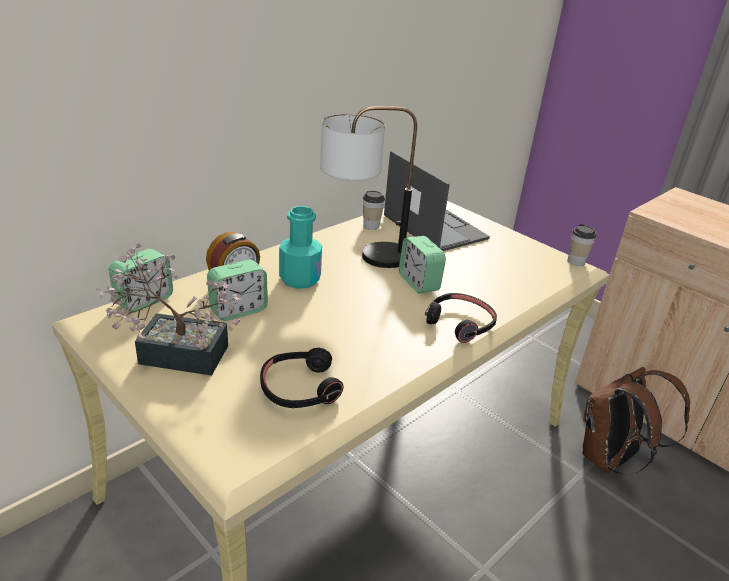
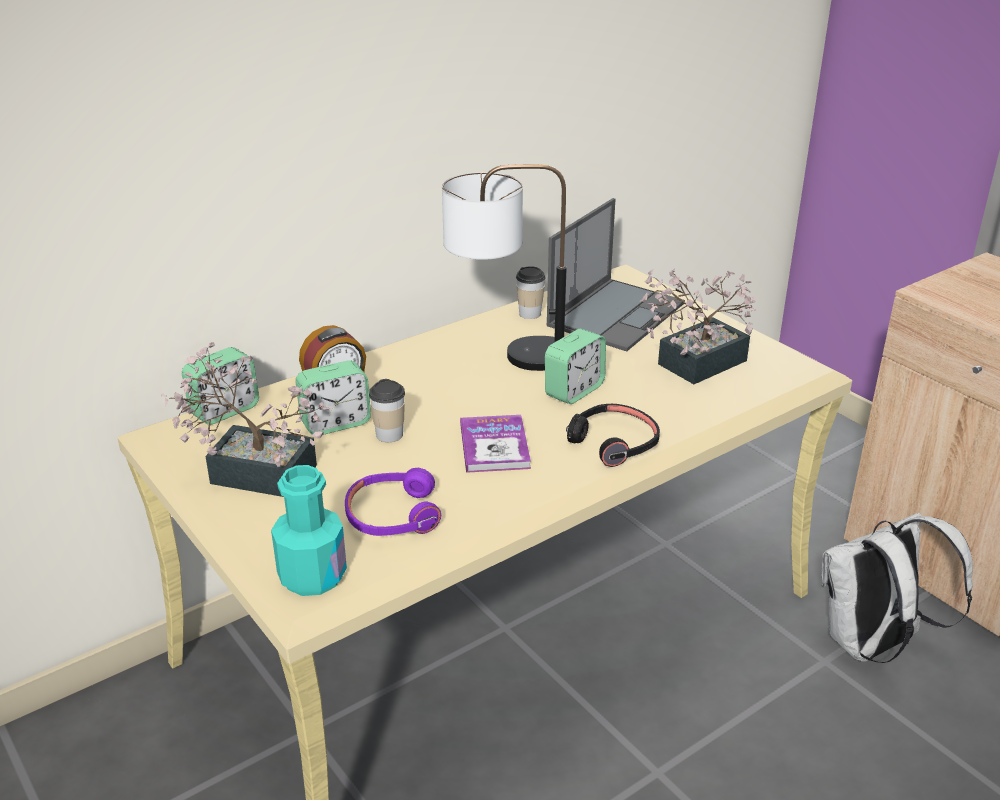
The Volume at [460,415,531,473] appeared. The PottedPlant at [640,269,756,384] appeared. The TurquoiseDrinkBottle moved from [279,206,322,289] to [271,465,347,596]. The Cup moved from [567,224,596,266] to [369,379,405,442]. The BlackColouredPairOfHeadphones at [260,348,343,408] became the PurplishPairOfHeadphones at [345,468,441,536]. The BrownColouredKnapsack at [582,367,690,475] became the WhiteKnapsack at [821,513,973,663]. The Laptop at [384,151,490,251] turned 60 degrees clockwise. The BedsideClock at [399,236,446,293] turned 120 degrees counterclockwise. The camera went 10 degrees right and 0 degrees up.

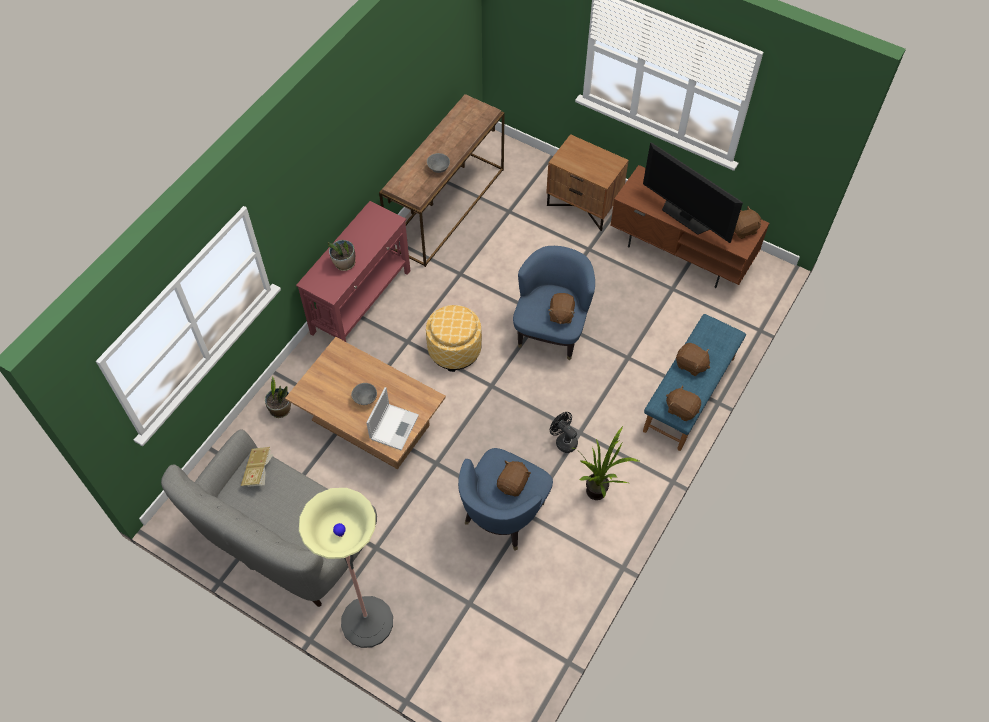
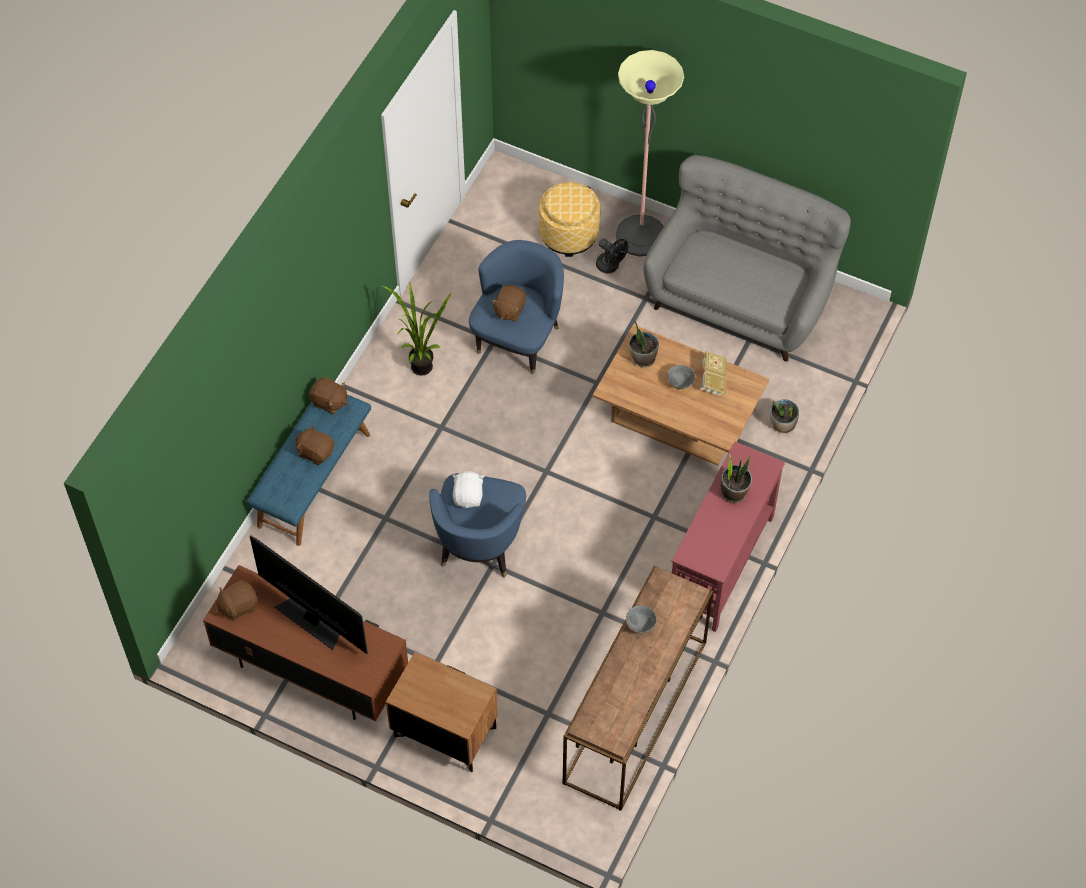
The Volume moved from [241,447,273,487] to [701,351,726,395]. The Pouffe moved from [426,305,482,372] to [539,182,600,257]. The BlackColouredElectricFan moved from [550,412,578,453] to [596,238,628,274]. The Laptop at [366,387,419,450] was replaced by the PottedPlant at [629,320,659,367]. The BrownColouredSoftToy at [549,293,575,324] became the WhiteSoftToy at [452,471,484,508]. The camera went 175 degrees right and 0 degrees up.

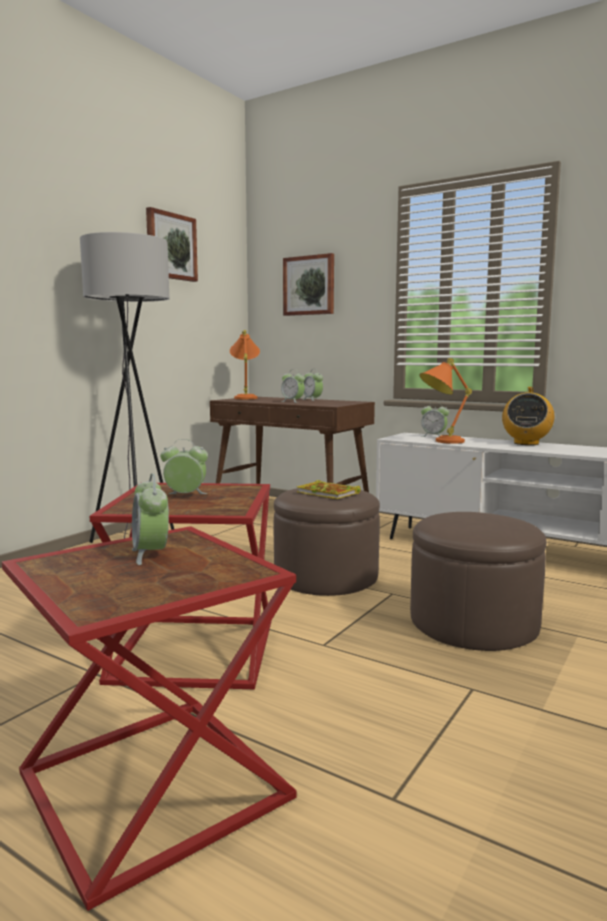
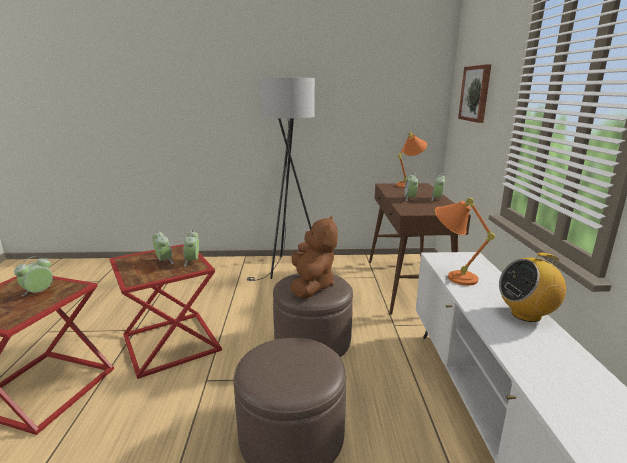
The Picture at [146,207,198,282] disappeared. The BedsideClock moved from [421,405,449,437] to [183,230,199,266]. The Volume at [297,480,361,499] was replaced by the BrownColouredSoftToy at [290,216,338,298]. The camera went 55 degrees right and 10 degrees up.

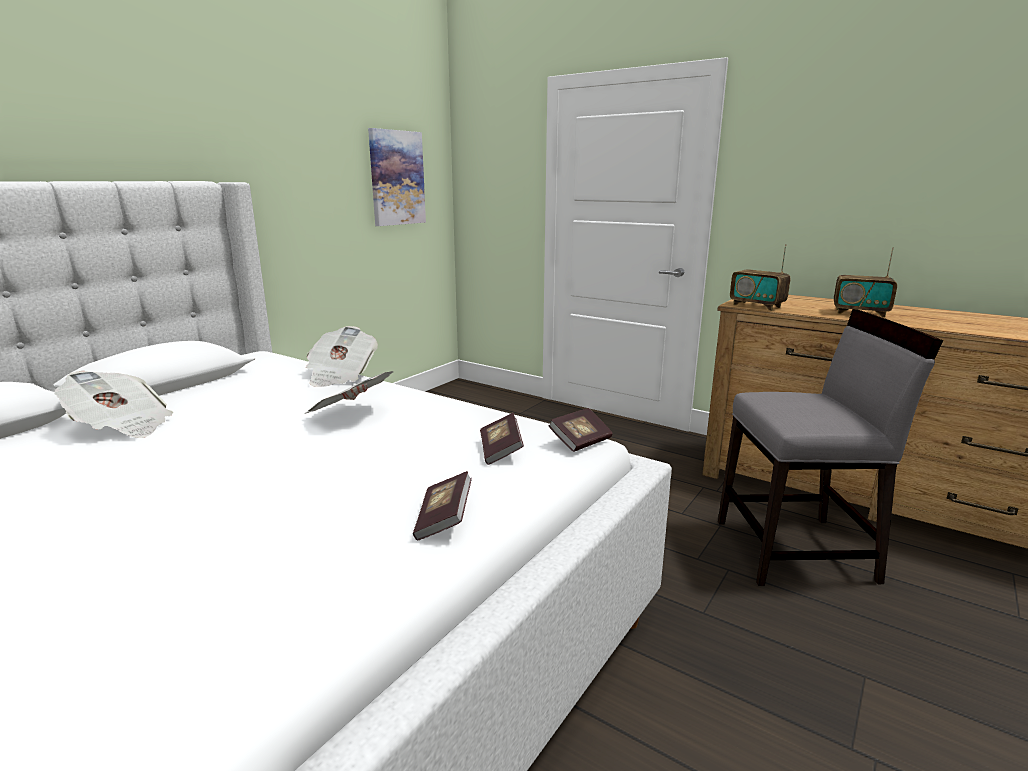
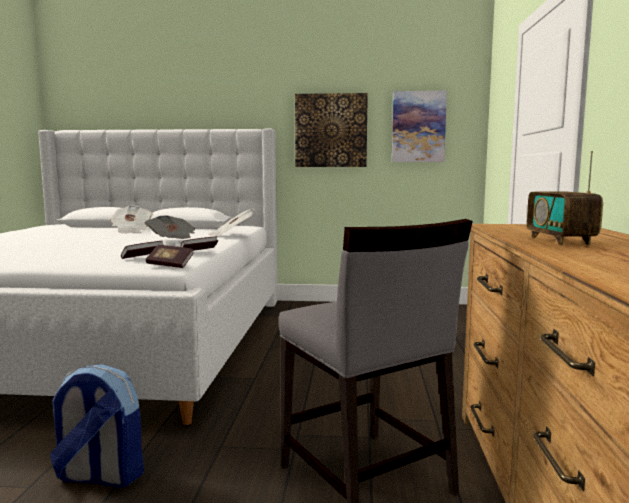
The Radio at [730,244,790,311] disappeared. The Knapsack at [50,364,144,488] appeared. The Picture at [295,93,368,167] appeared. The Volume moved from [413,471,472,540] to [180,236,218,251]. The camera went 60 degrees right and 10 degrees down.

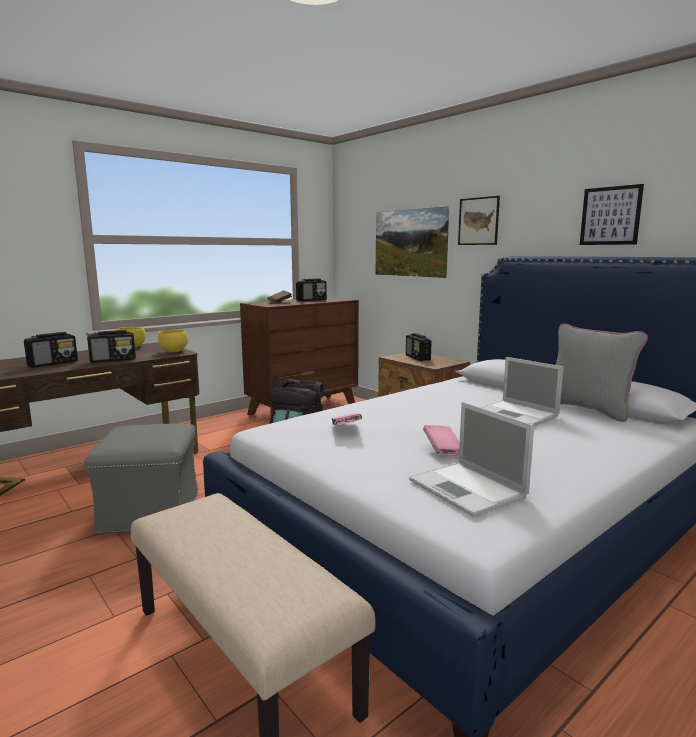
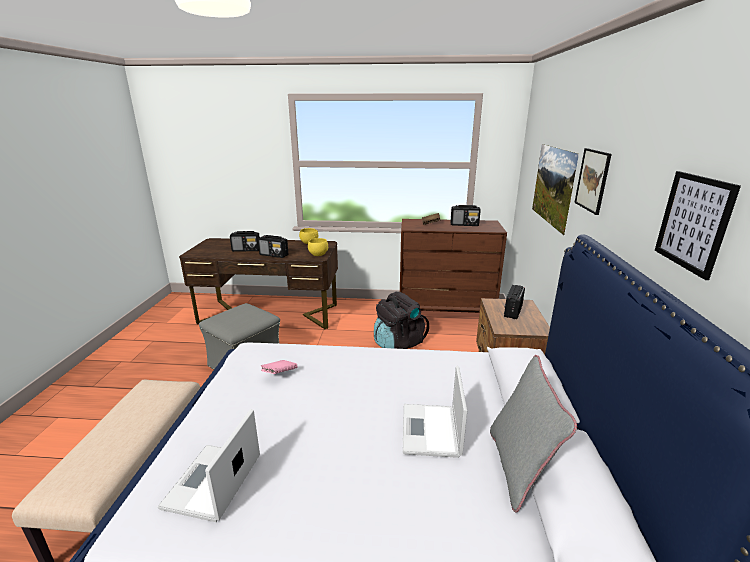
The PinkVolume at [423,425,460,456] disappeared. The camera went 45 degrees right and 10 degrees up.

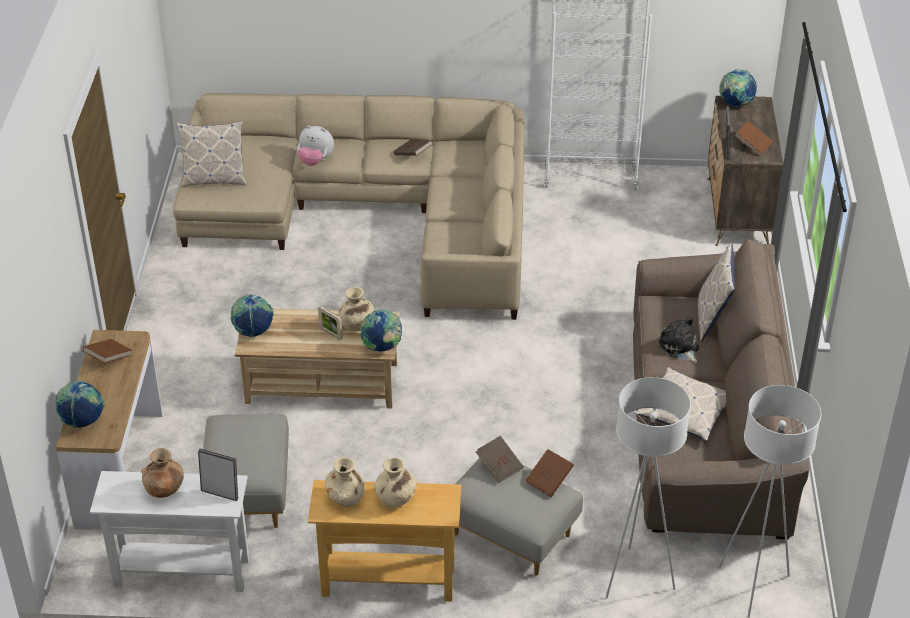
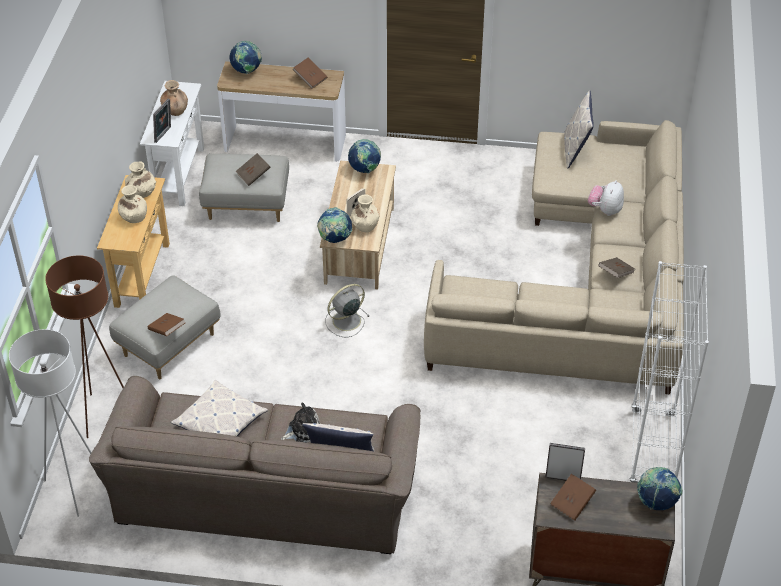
The GreyElectricFan at [325,284,369,338] appeared. The BrownColouredVolume moved from [476,436,524,483] to [235,153,271,186]. The WhiteStandingLamp at [605,377,691,599] became the BrownColouredStandingLamp at [45,255,124,438]. The camera went 95 degrees right and 5 degrees up.

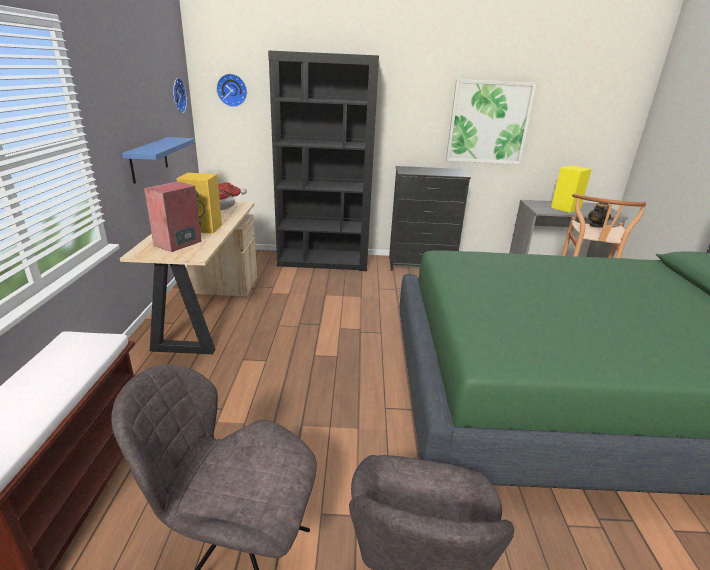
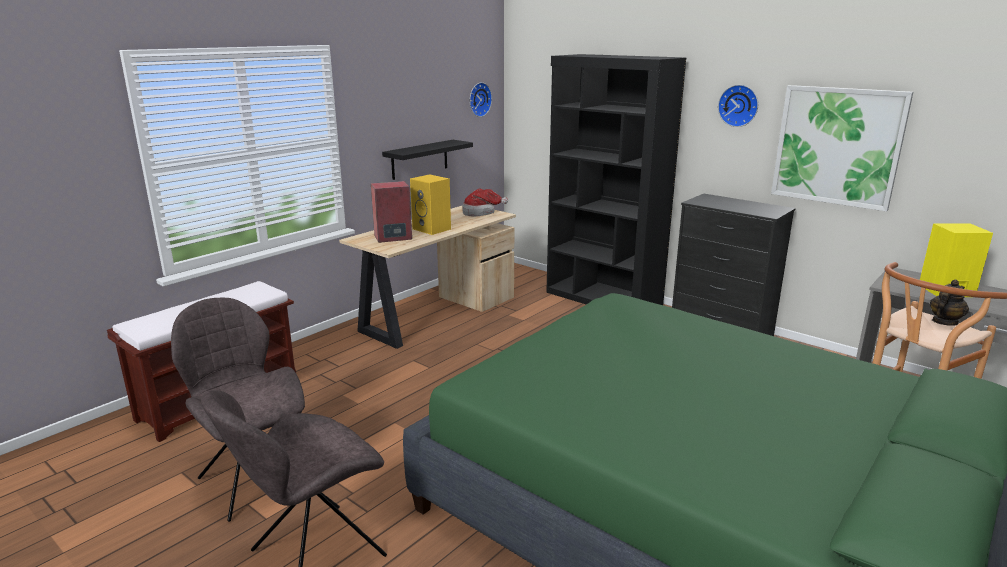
The ClockOnTheWall moved from [216,74,247,107] to [718,85,758,127]. The BluishShelf at [122,137,195,184] became the BlackColouredShelf at [382,140,473,180]. The camera went 40 degrees right and 5 degrees down.

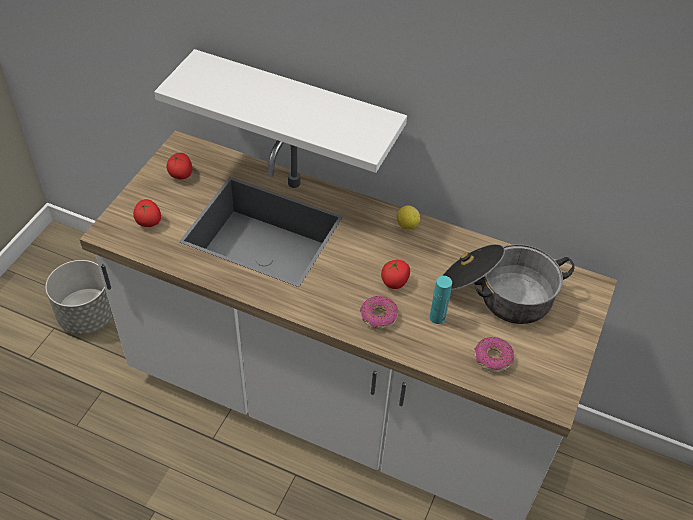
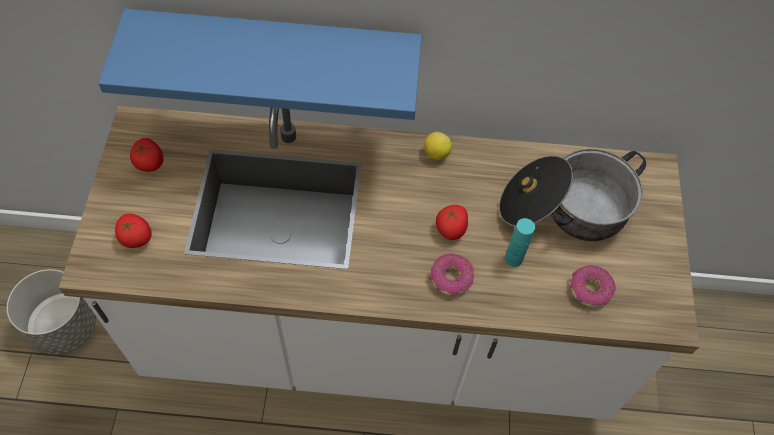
The WhiteShelf at [154,49,407,173] became the BluishShelf at [98,9,422,120]. The camera went 20 degrees left and 10 degrees up.

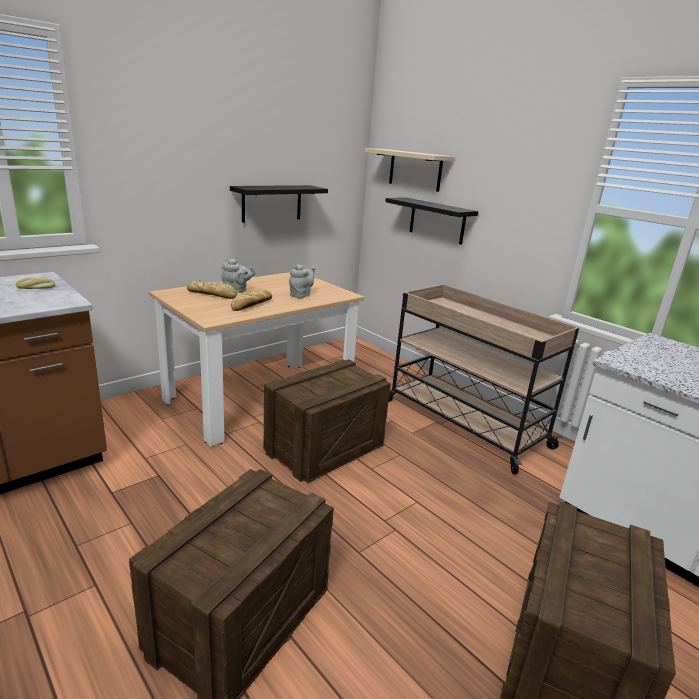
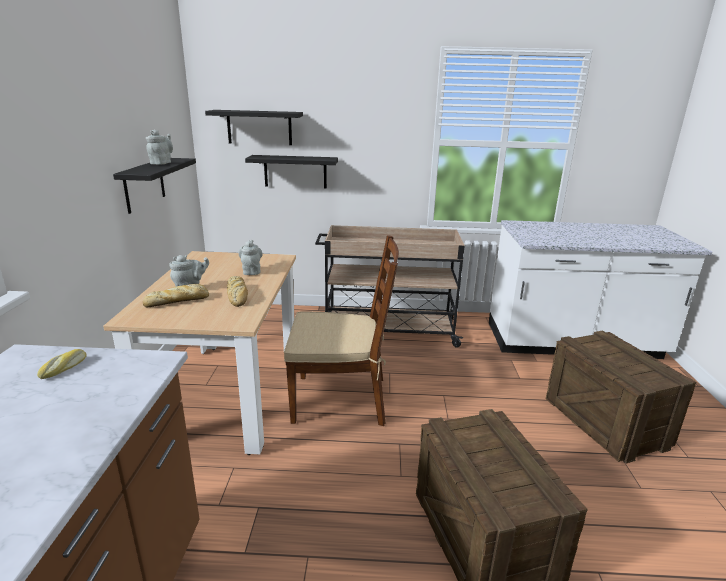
The GreyTeaPot at [146,130,173,165] appeared. The ShippingCrate at [263,359,391,483] was replaced by the BrownColouredChair at [284,235,399,426]. The SandColouredShelf at [365,148,454,192] became the BlackColouredShelf at [205,110,303,145]. The camera went 45 degrees left and 0 degrees up.

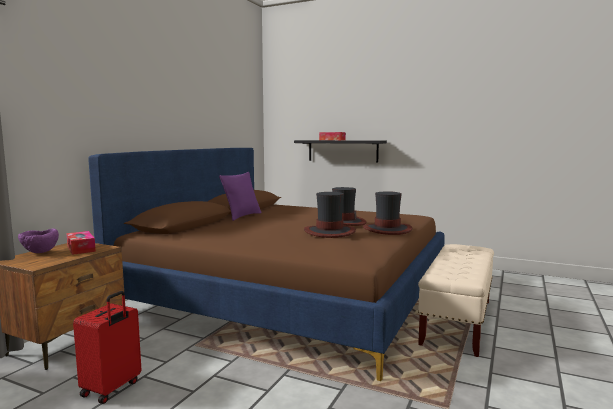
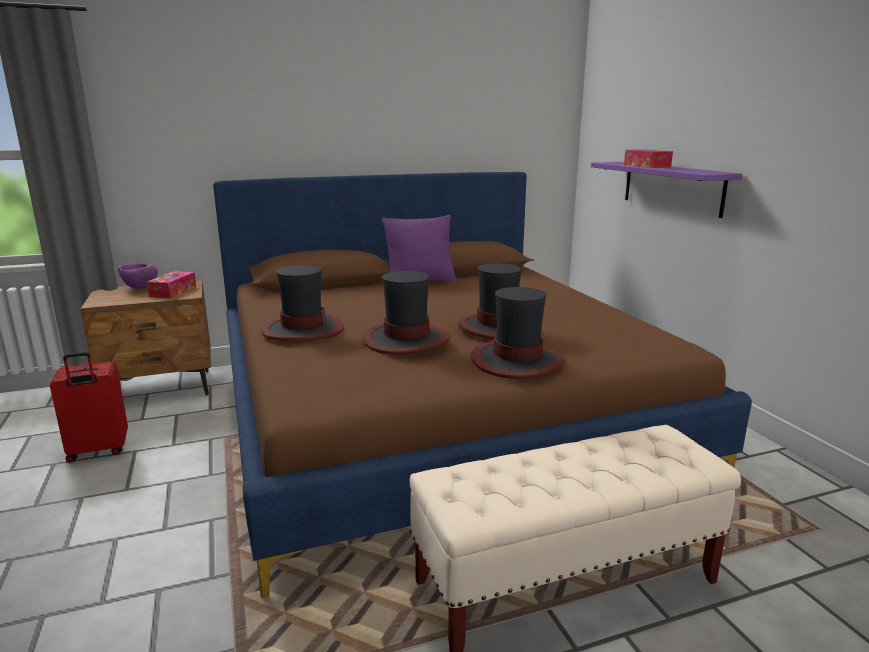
The WearableHat at [261,265,344,341] appeared. The BlackColouredShelf at [294,140,387,162] became the PurplishShelf at [591,162,743,218]. The camera went 45 degrees right and 10 degrees up.

